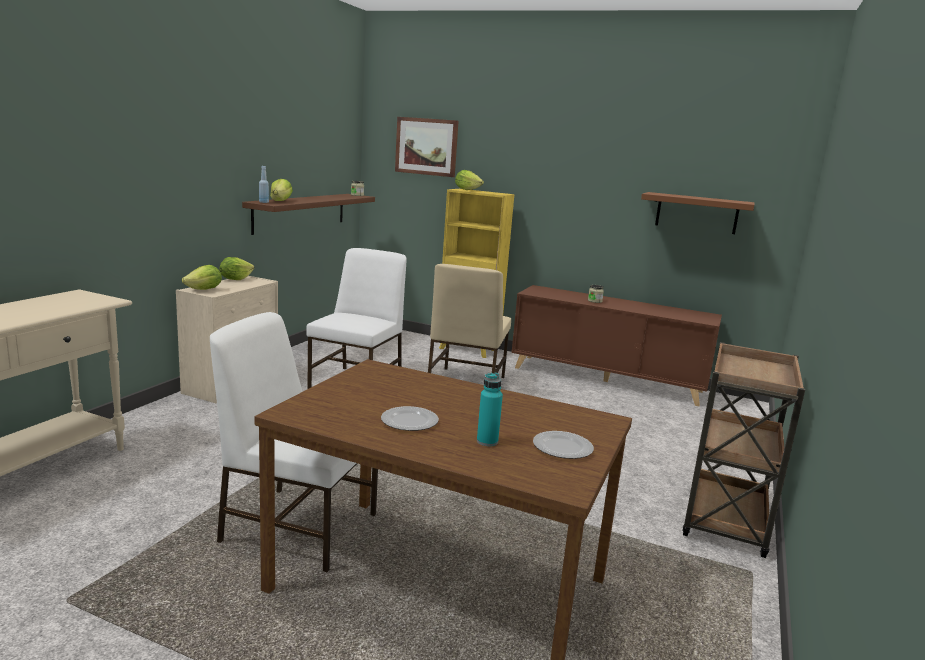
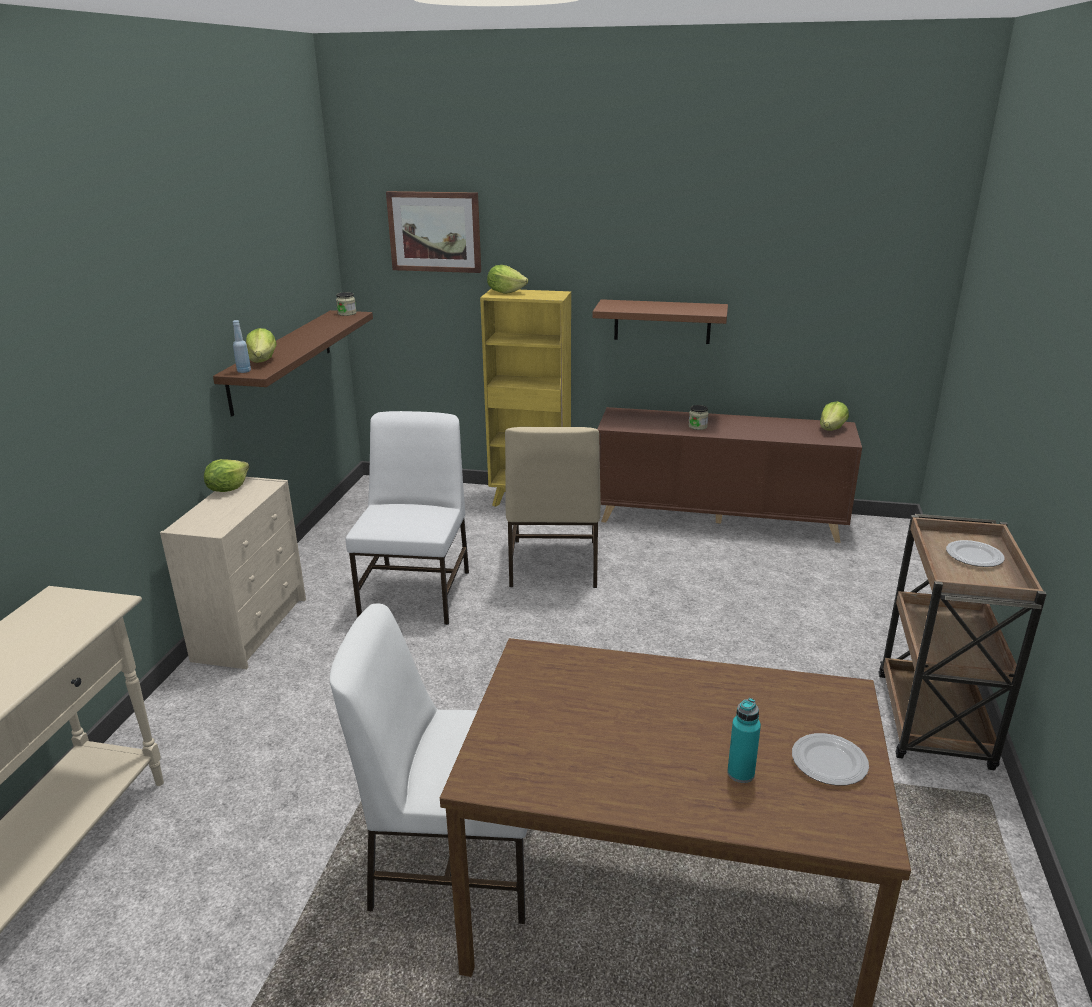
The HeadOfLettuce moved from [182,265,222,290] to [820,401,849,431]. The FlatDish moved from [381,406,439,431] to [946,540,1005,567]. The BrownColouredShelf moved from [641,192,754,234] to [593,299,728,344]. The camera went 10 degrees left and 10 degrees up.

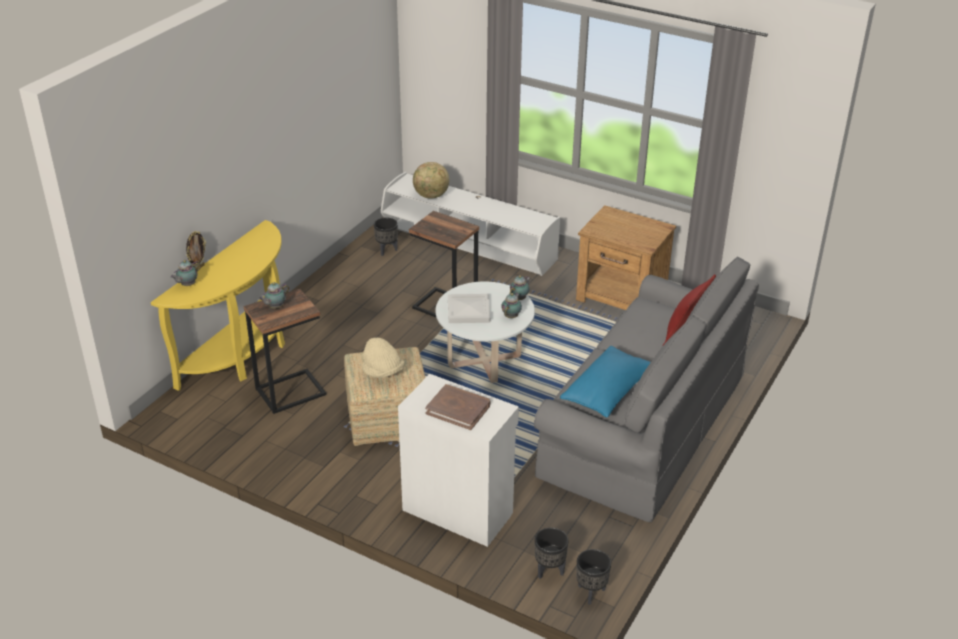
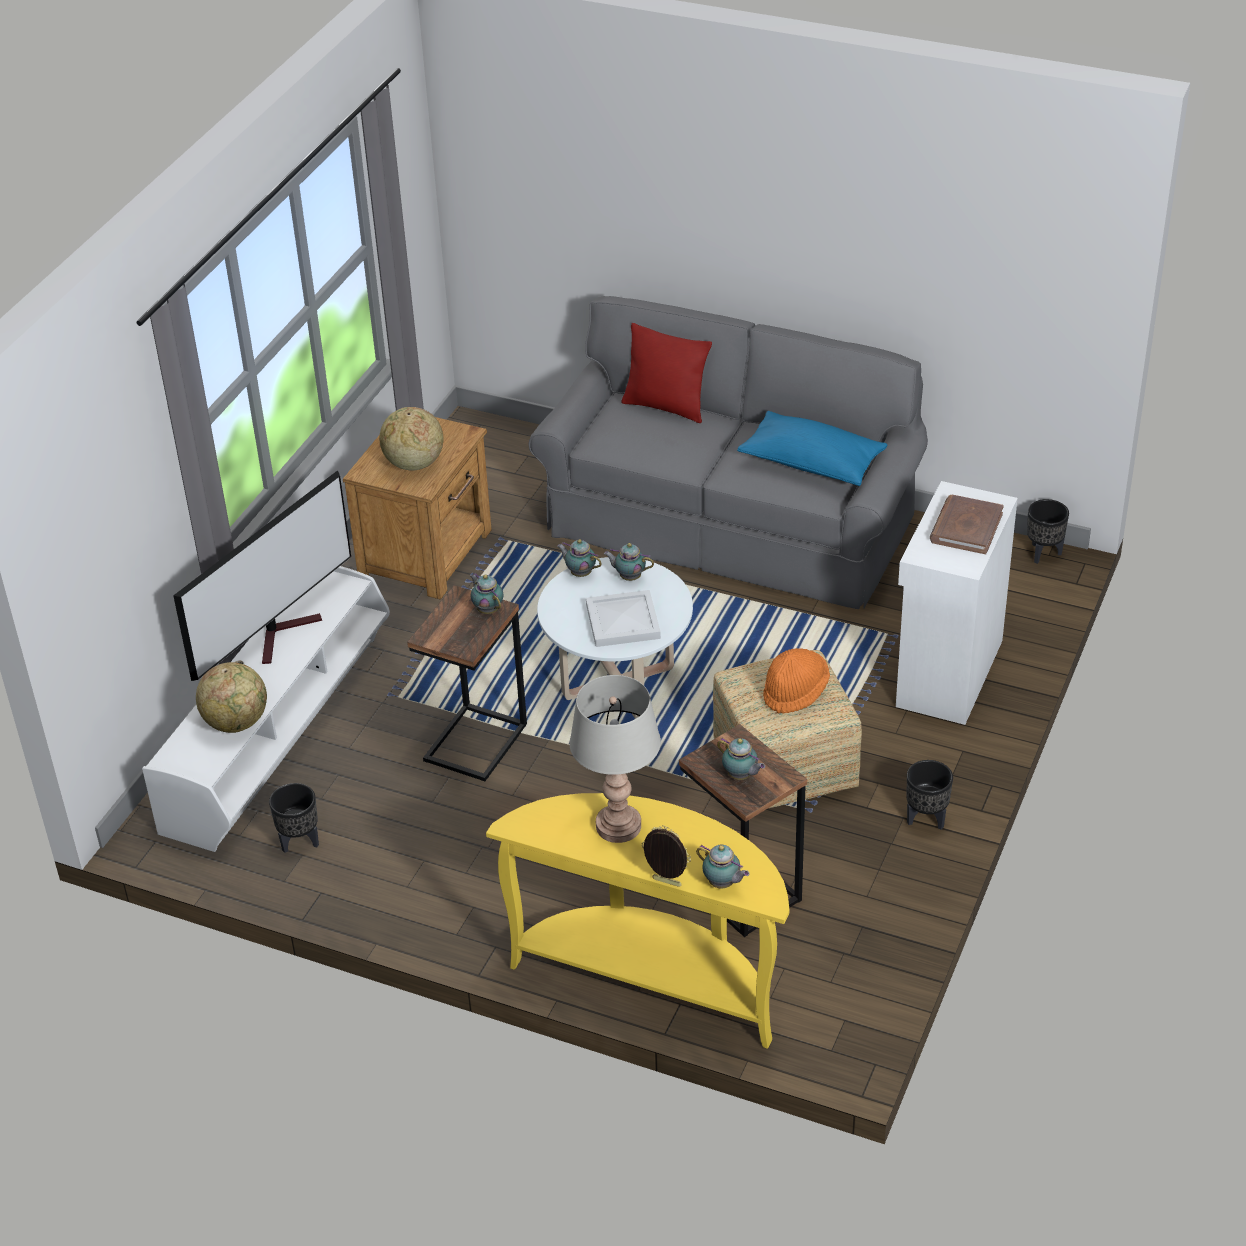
The Television at [173,470,351,681] appeared. The Globe at [379,407,443,471] appeared. The TeaPot at [470,573,503,614] appeared. The GreyTableLamp at [569,675,661,843] appeared. The BlackColouredPlanter moved from [535,527,569,579] to [907,760,953,829]. The SandColouredWearableHat at [362,338,405,378] became the OrangeWearableHat at [763,648,830,714]. The camera went 95 degrees left and 5 degrees up.

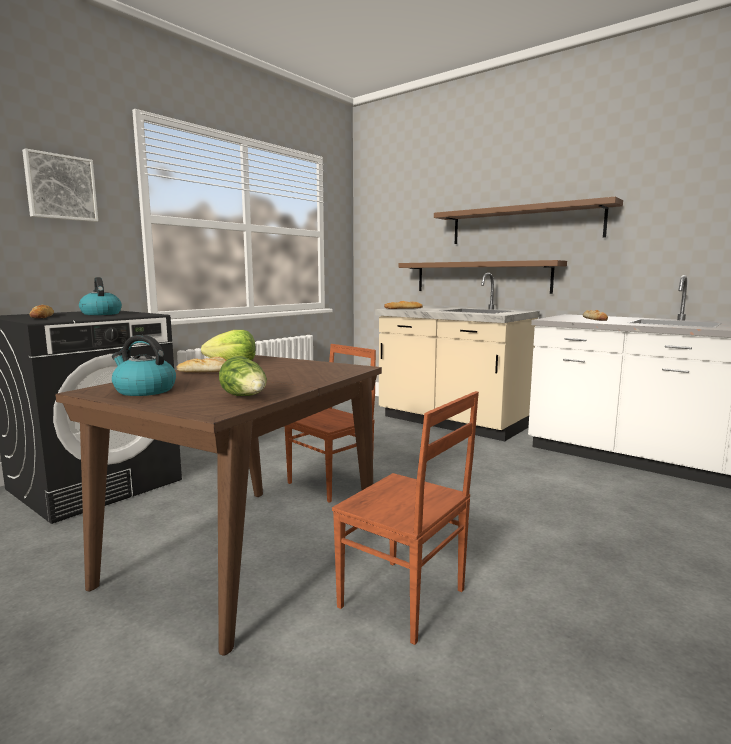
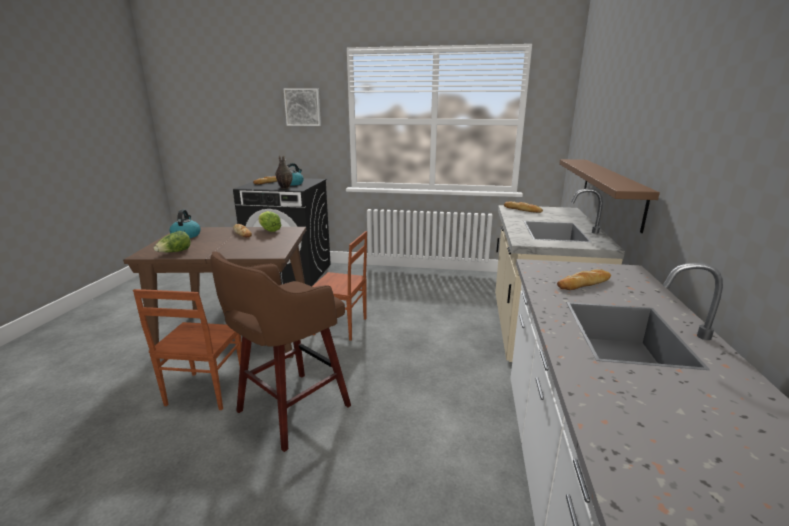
The BrownColouredShelf at [434,197,623,244] disappeared. The BrownColouredStool at [211,252,351,452] appeared. The DecorativeVase at [276,155,293,189] appeared. The camera went 60 degrees right and 10 degrees up.

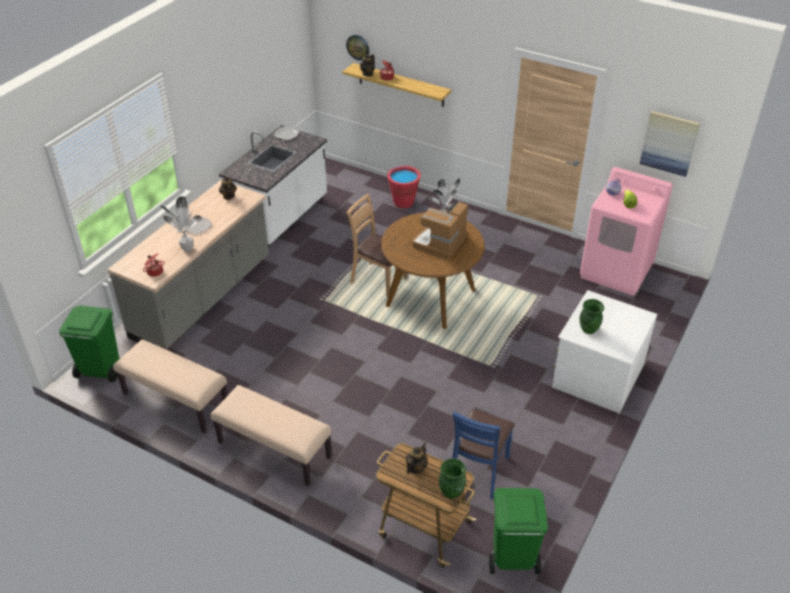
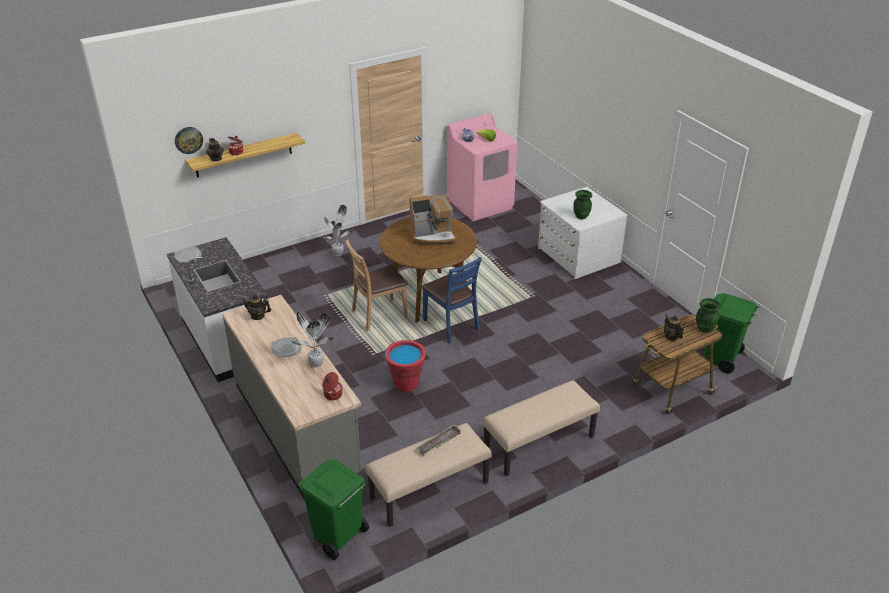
The Picture at [640,111,700,177] disappeared. The ServingTray at [416,424,462,456] appeared. The RedWaterBucket moved from [387,166,421,208] to [385,340,426,392]. The BluishChair moved from [452,409,515,499] to [422,257,482,344]. The CoffeeMachine at [411,201,468,260] turned 75 degrees counterclockwise. The camera went 60 degrees left and 5 degrees down.

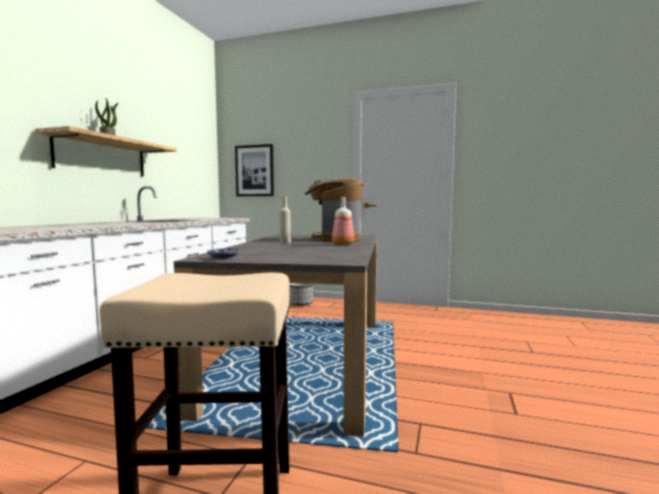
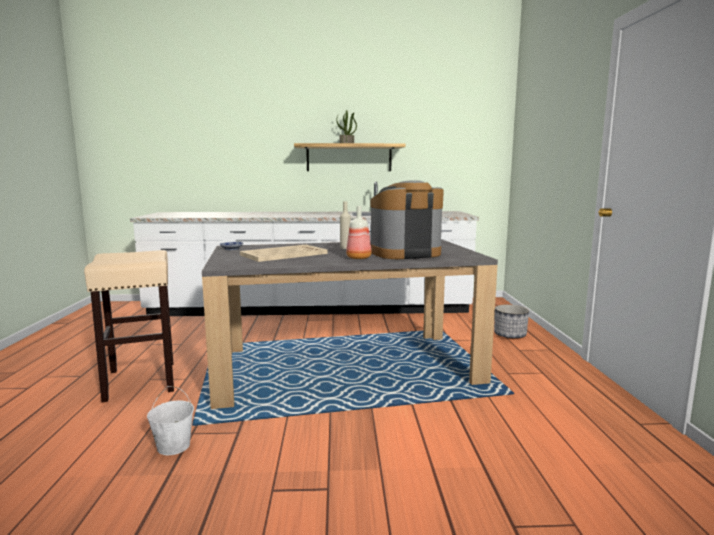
The Picture at [235,144,274,196] disappeared. The WhiteWaterBucket at [147,386,194,455] appeared. The SandColouredServingTray at [240,245,328,262] appeared. The camera went 70 degrees right and 5 degrees up.

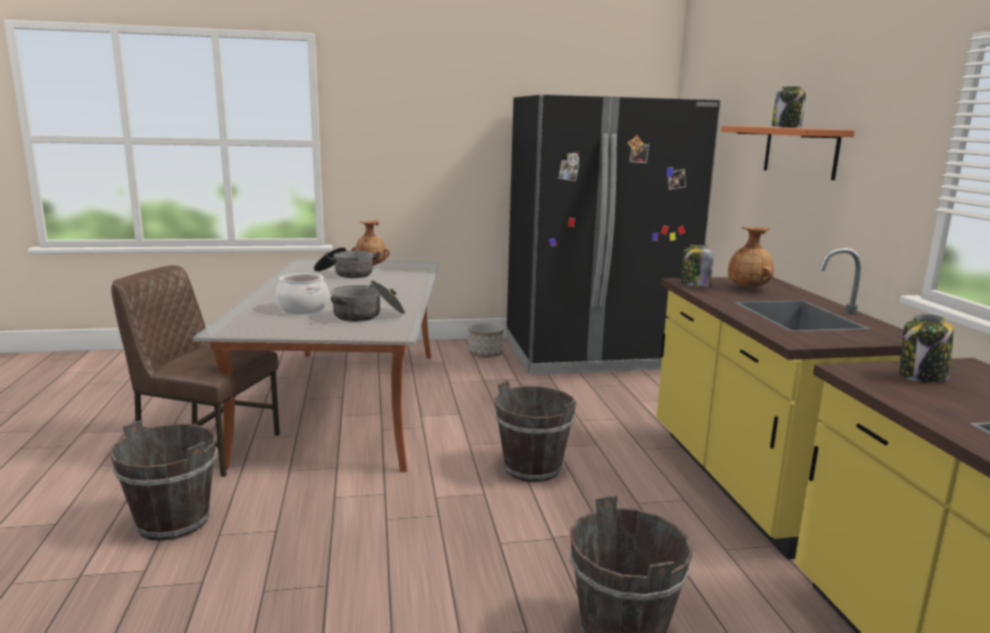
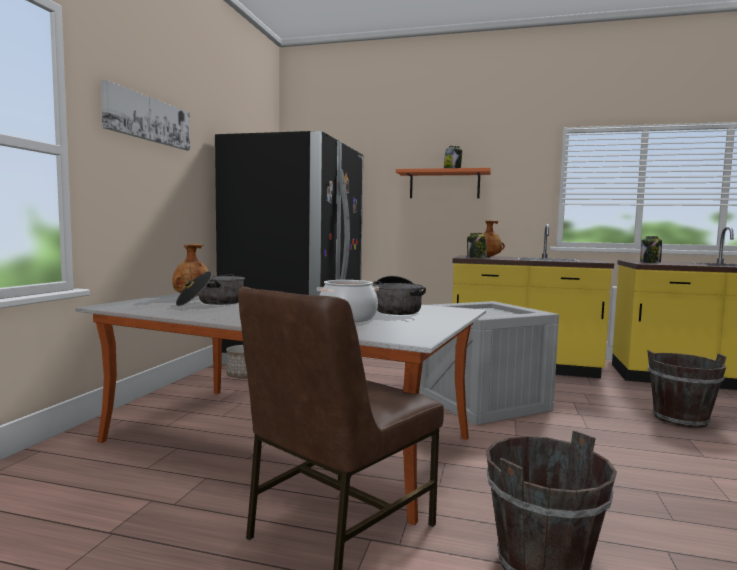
The Picture at [101,80,190,150] appeared. The BrownColouredWaterBucket at [494,380,577,482] was replaced by the ShippingCrate at [419,301,559,425]. The camera went 65 degrees left and 10 degrees down.

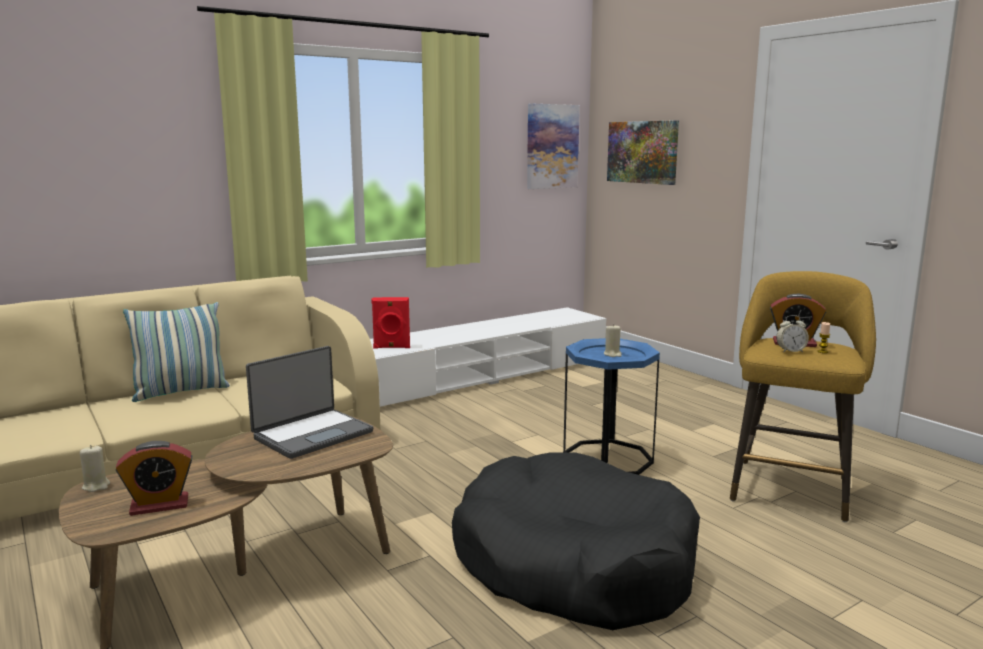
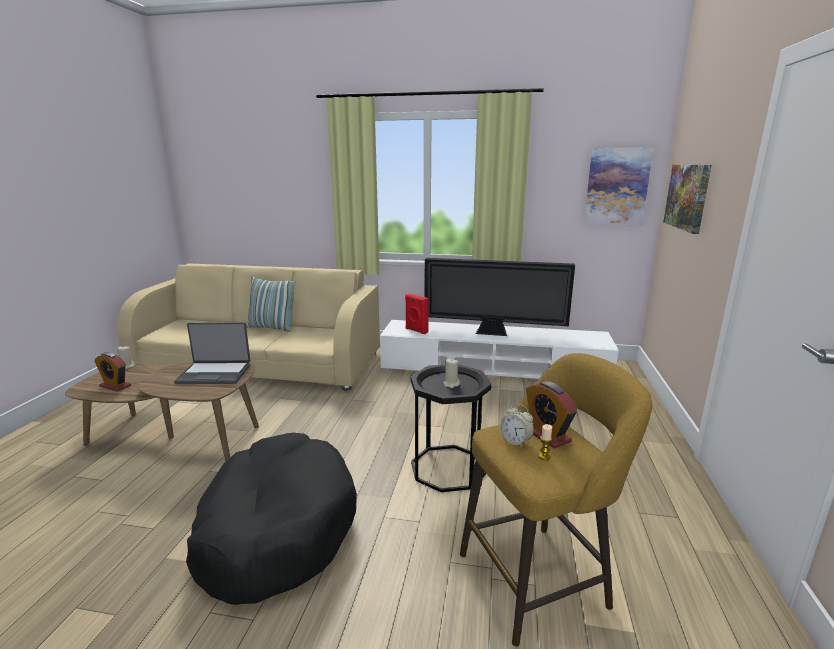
The Television at [425,258,575,336] appeared. The BluishEndTable at [563,338,660,475] became the BlackColouredEndTable at [411,364,492,492]. The camera went 45 degrees right and 5 degrees up.

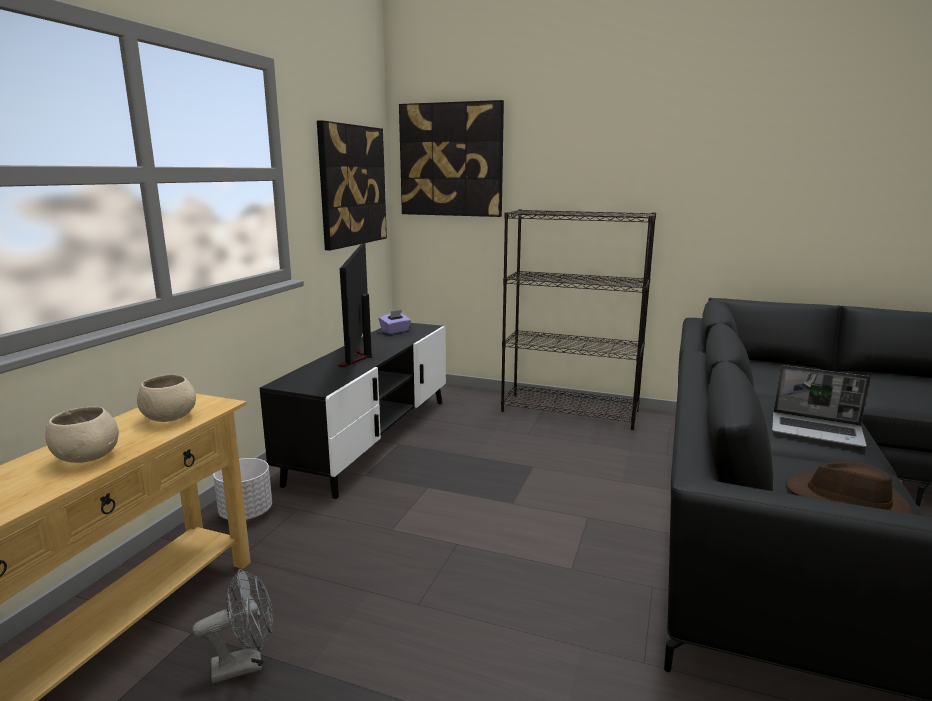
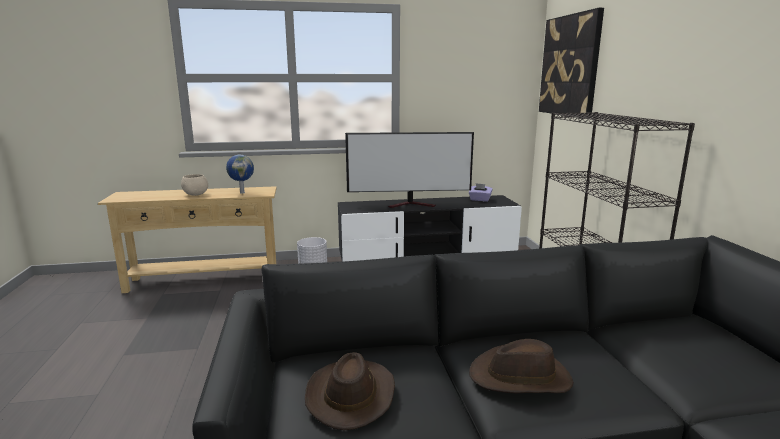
The GreyElectricFan at [192,569,273,683] disappeared. The Picture at [317,120,387,251] disappeared. The SandColouredServingBowl at [137,374,196,422] was replaced by the Globe at [226,155,254,193]. The Laptop at [772,365,871,447] was replaced by the BrownColouredWearableHat at [469,339,574,394]. The Television at [338,243,372,367] turned 150 degrees counterclockwise. The camera went 60 degrees right and 0 degrees up.

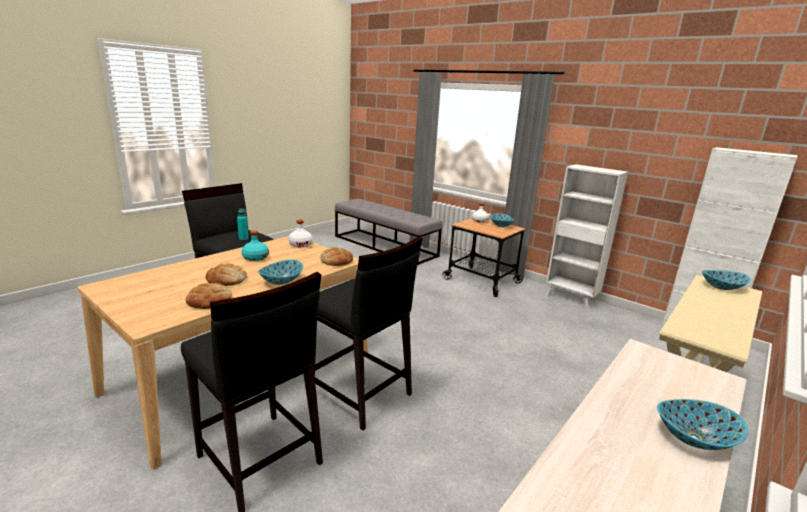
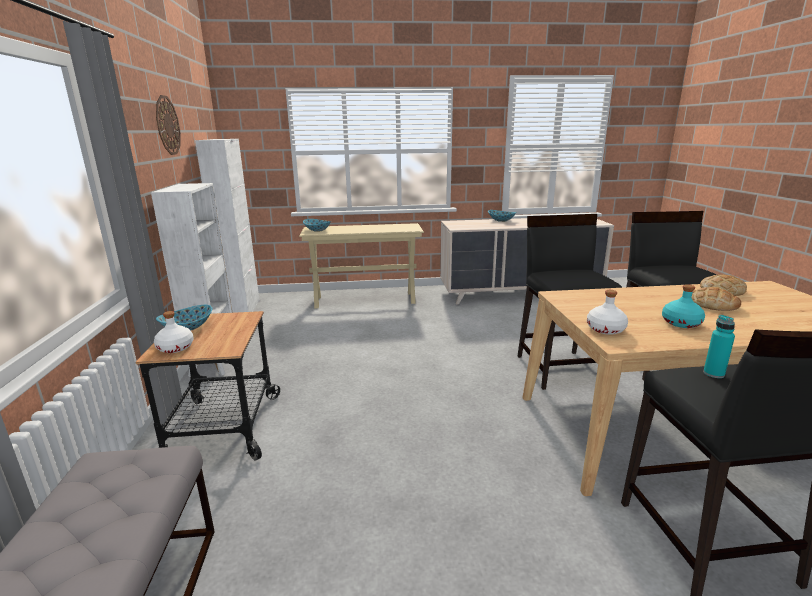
The ServingBowl at [258,260,303,285] disappeared. The Bread at [320,247,353,266] disappeared. The ClockOnTheWall at [156,95,181,155] appeared. The camera went 135 degrees left and 0 degrees up.

